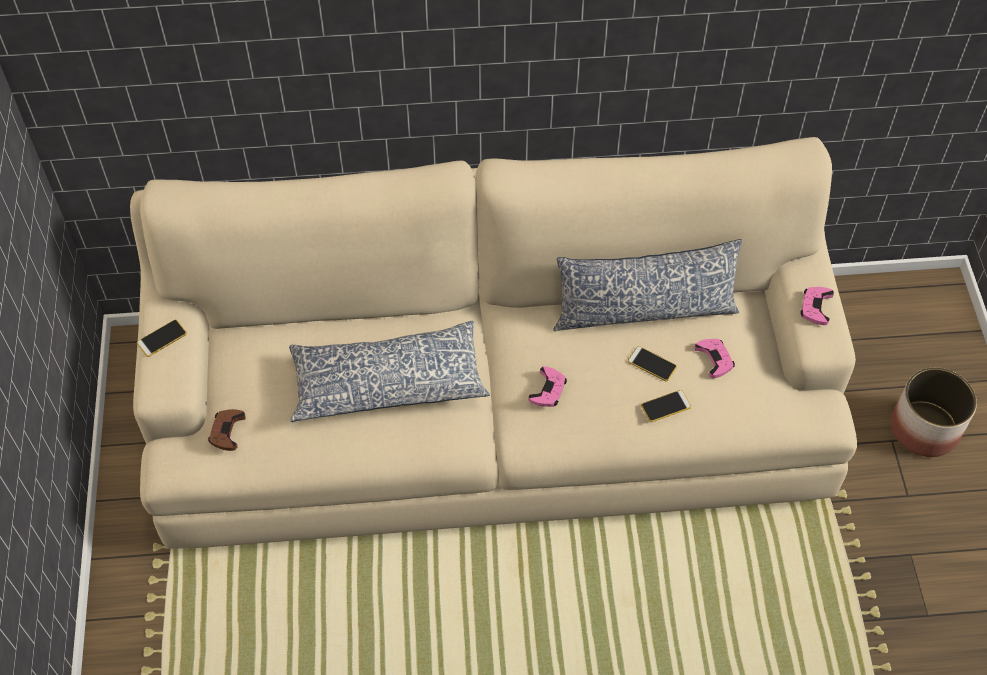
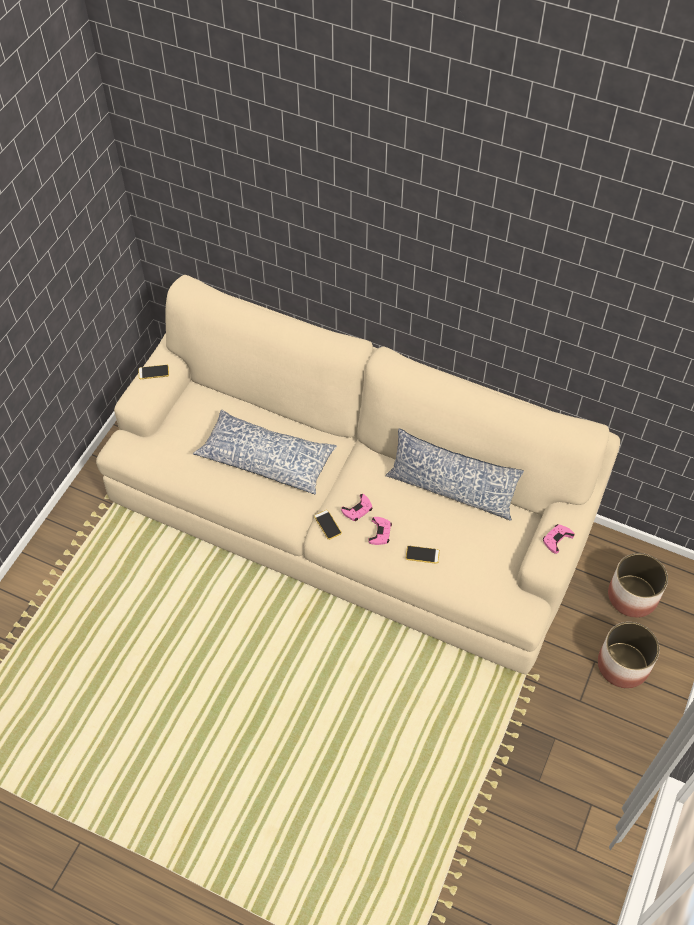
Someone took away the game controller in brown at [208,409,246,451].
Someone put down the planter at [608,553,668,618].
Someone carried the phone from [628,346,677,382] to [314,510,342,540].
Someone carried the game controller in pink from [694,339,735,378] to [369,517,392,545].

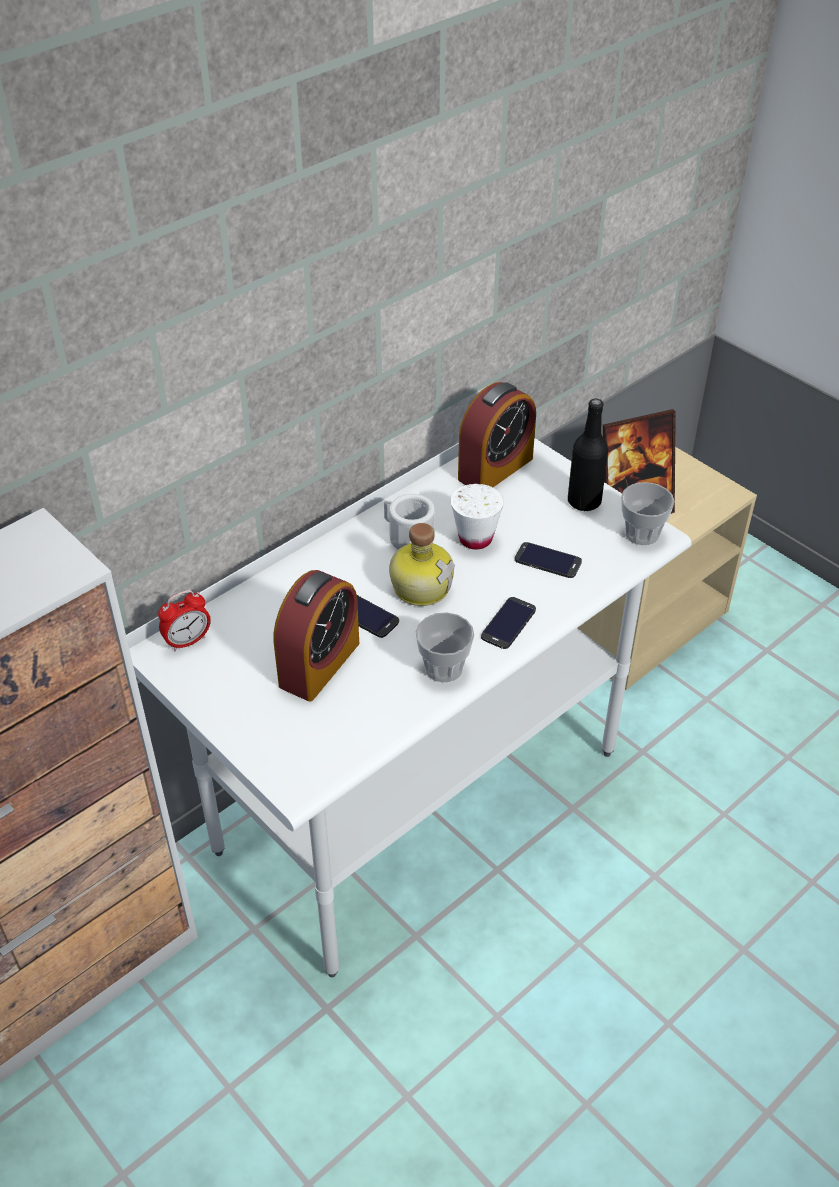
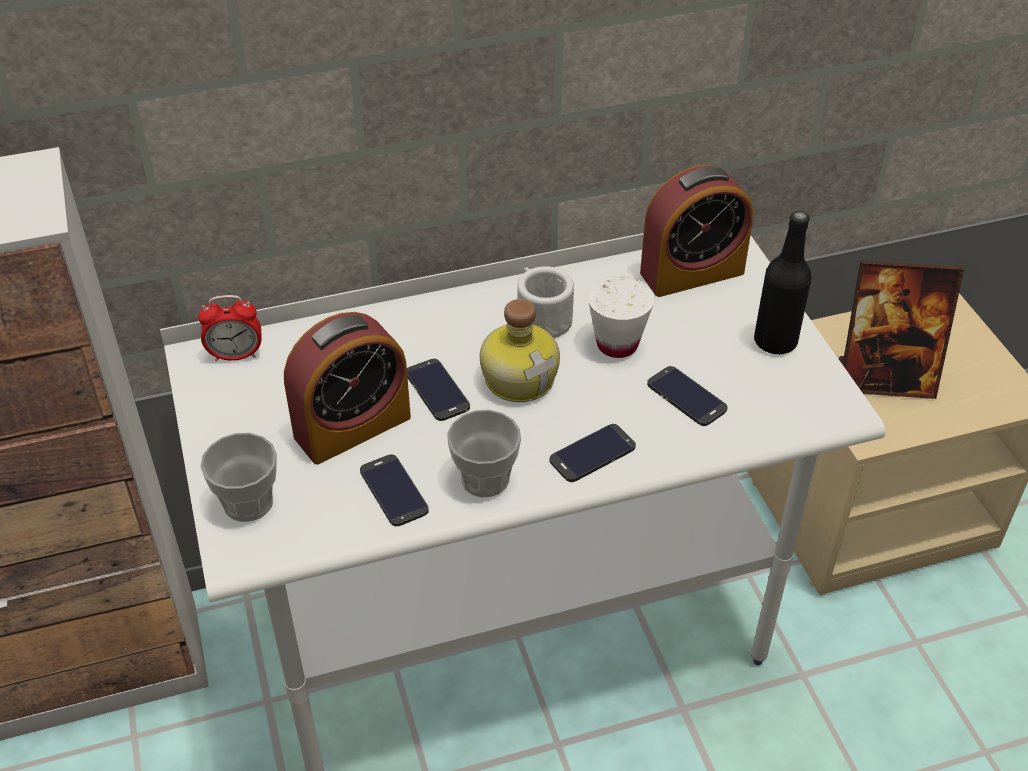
Someone put down the phone at [360,454,429,526].
Someone carried the cup from [621,482,675,545] to [200,433,277,522].

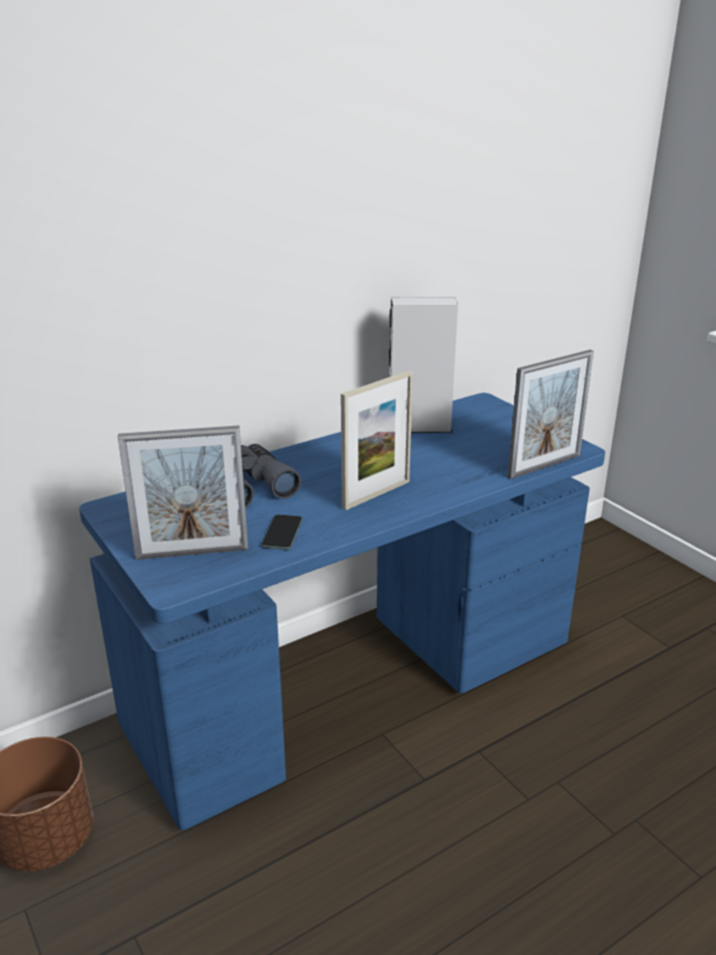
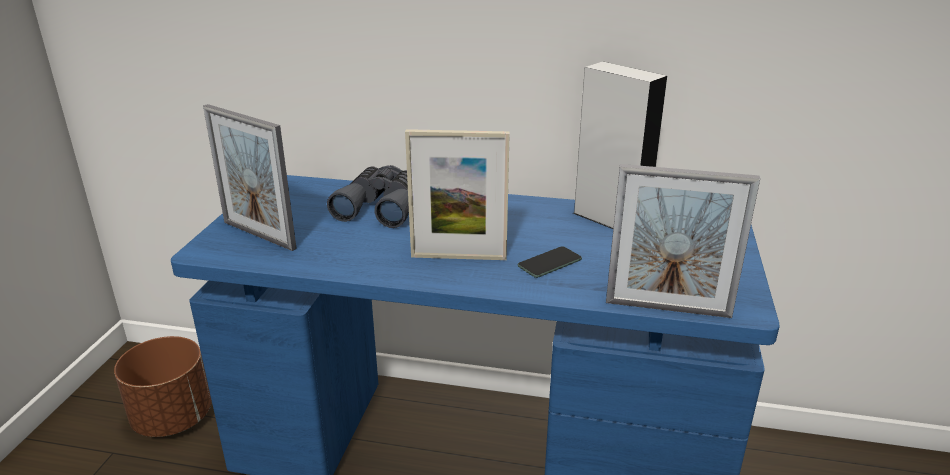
Someone carried the phone from [261,515,302,550] to [518,246,582,278].

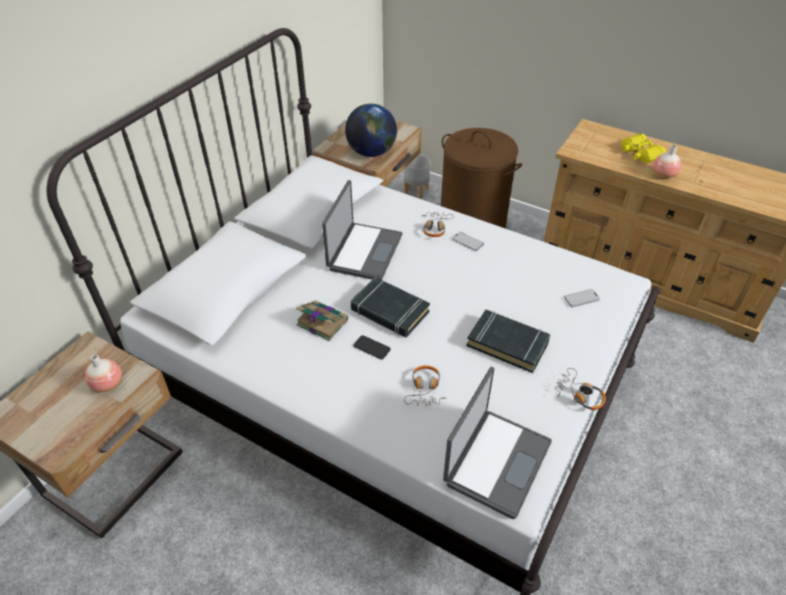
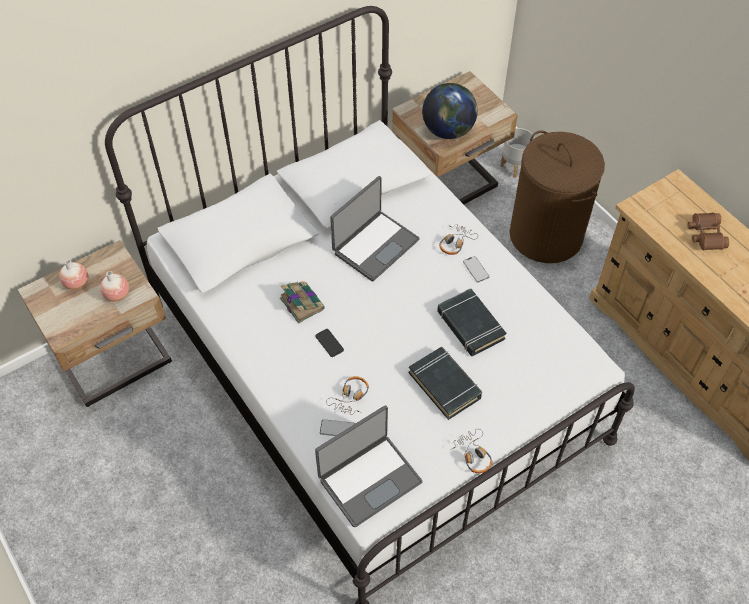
Someone carried the book in black from [350,277,430,338] to [437,288,506,356].
Someone carried the phone from [564,289,600,307] to [320,419,355,436].
Someone carried the vase from [653,145,681,179] to [59,259,88,290].
Someone repainted the binoculars in yellow at [621,134,666,163], which became the binoculars in brown at [687,213,729,250].

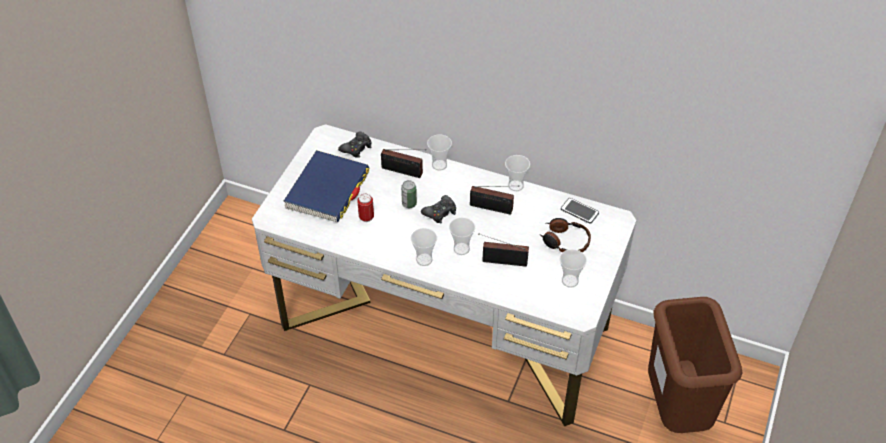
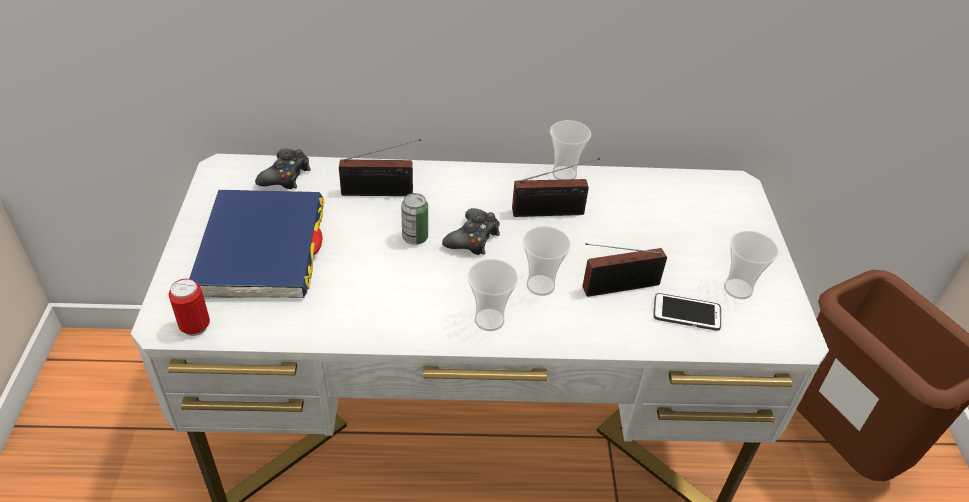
Someone took away the cup at [427,134,452,171].
Someone took away the headphones at [539,218,591,252].
Someone carried the can from [357,194,374,222] to [168,279,210,336].
Someone carried the phone from [561,198,599,224] to [654,293,721,331].

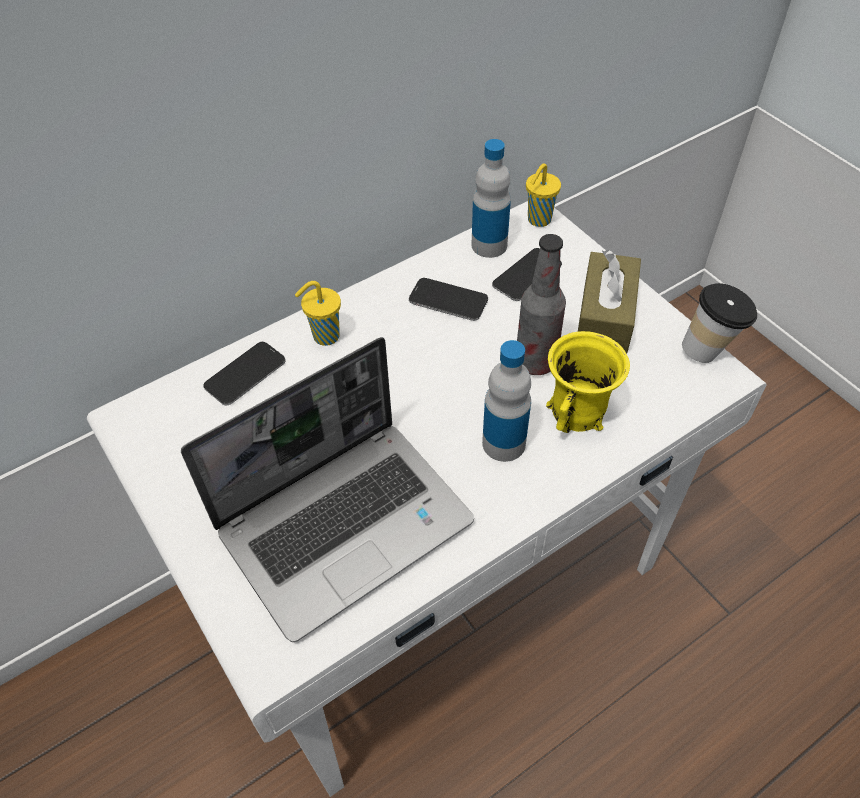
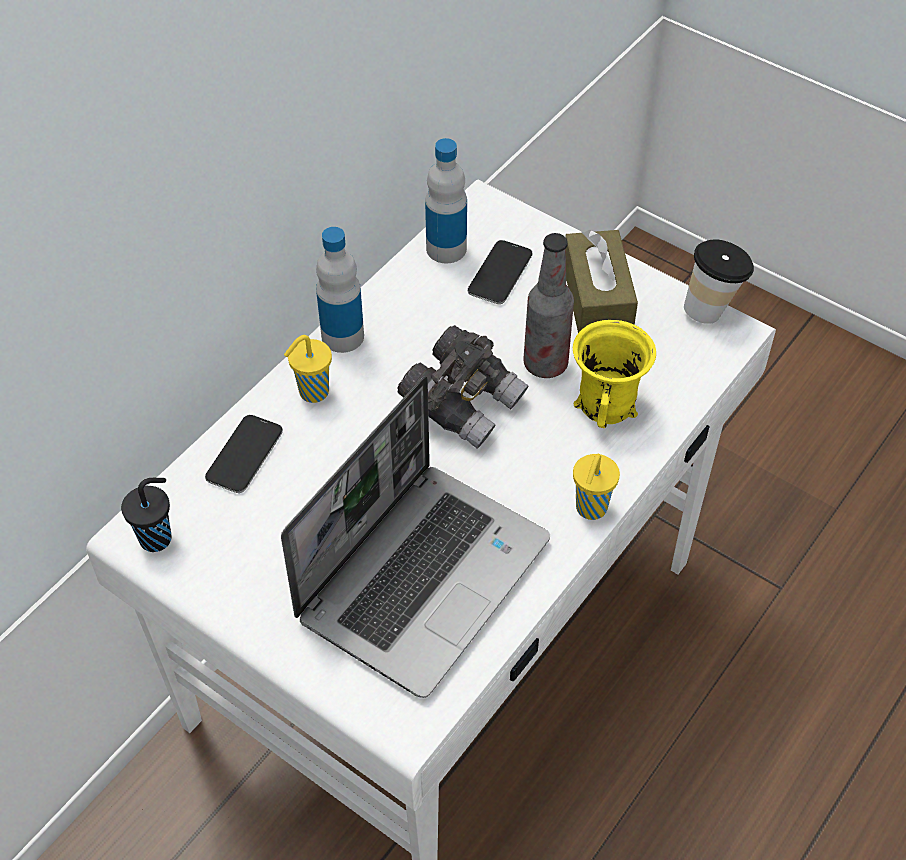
Someone took away the phone at [409,278,488,321].
Someone put down the cup in black at [121,478,172,552].
Someone put down the binoculars in grey at [397,325,529,449].
Someone carried the bottle from [482,340,531,462] to [316,227,364,353].
Someone carried the cup in yellow from [526,164,561,227] to [573,454,620,520].

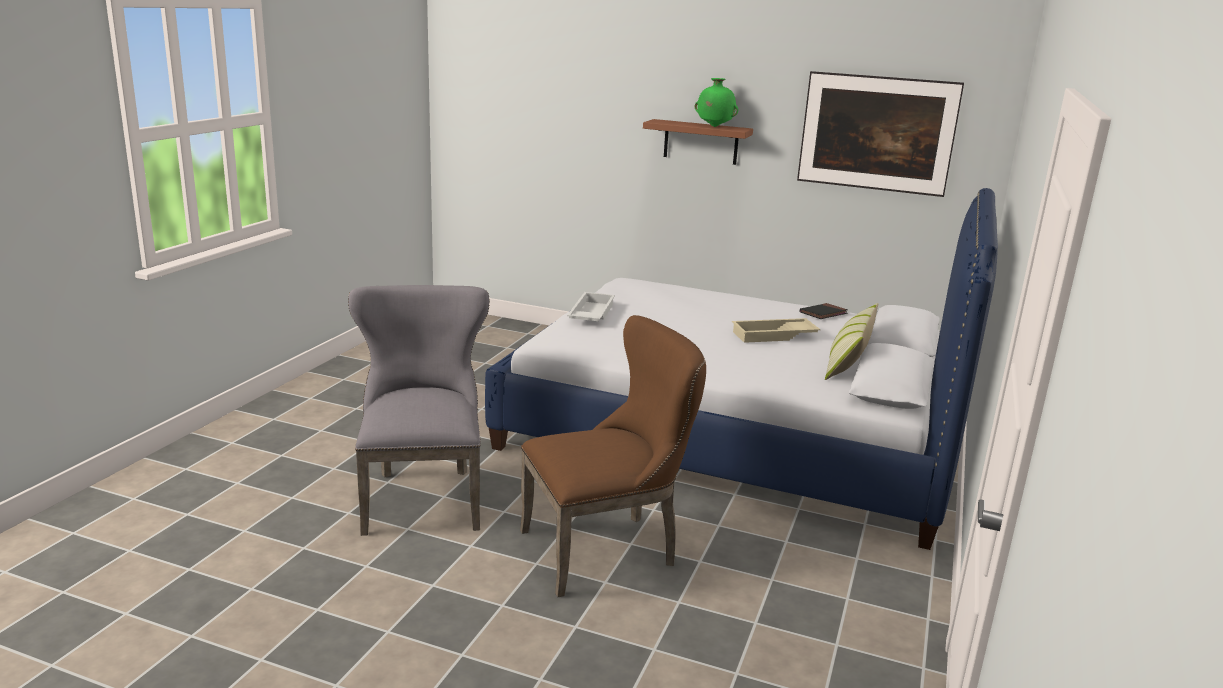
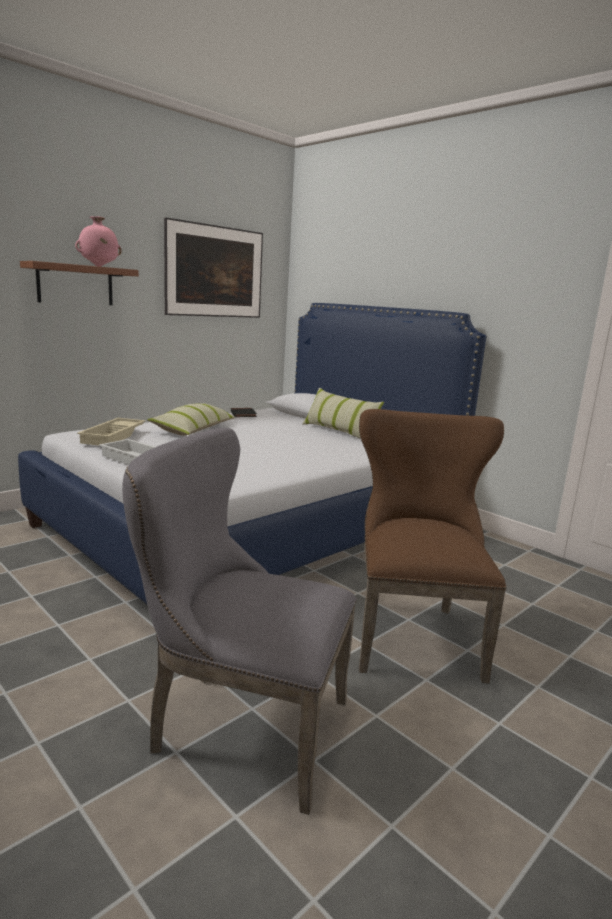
Someone put down the pillow at [147,403,235,436].
Someone carried the tray in beige from [732,318,820,343] to [77,418,146,446].
Someone repainted the vase in green at [695,78,738,127], which became the vase in pink at [75,216,122,267].

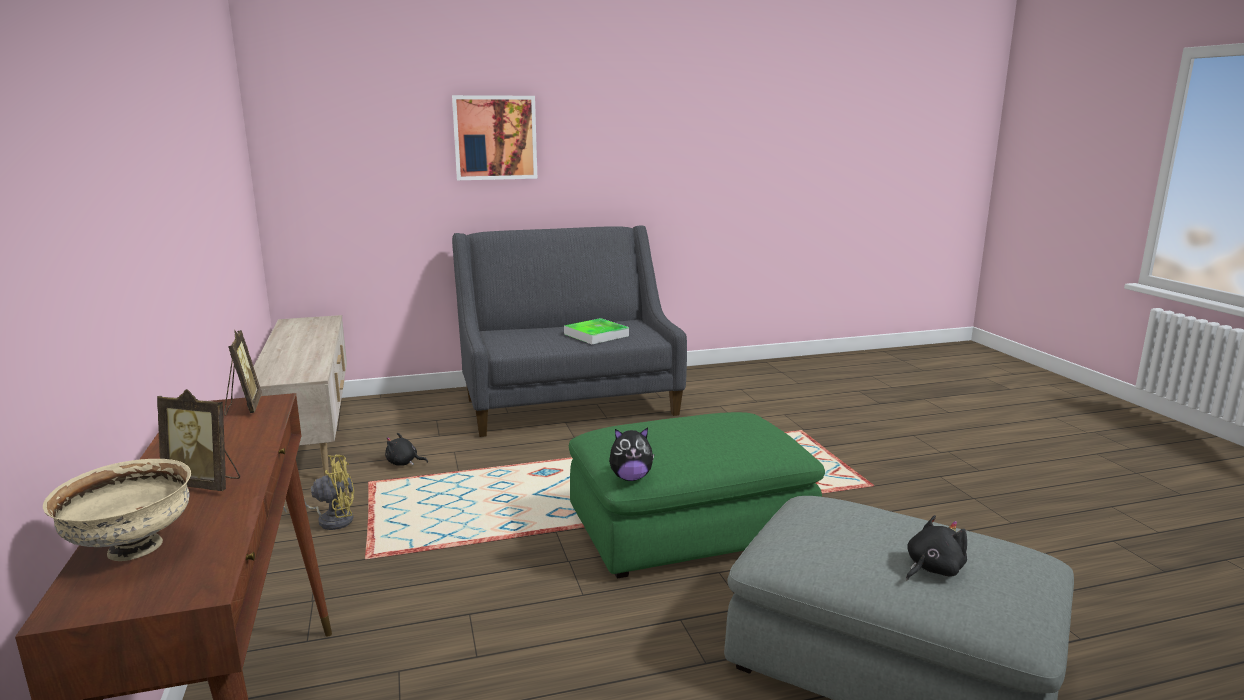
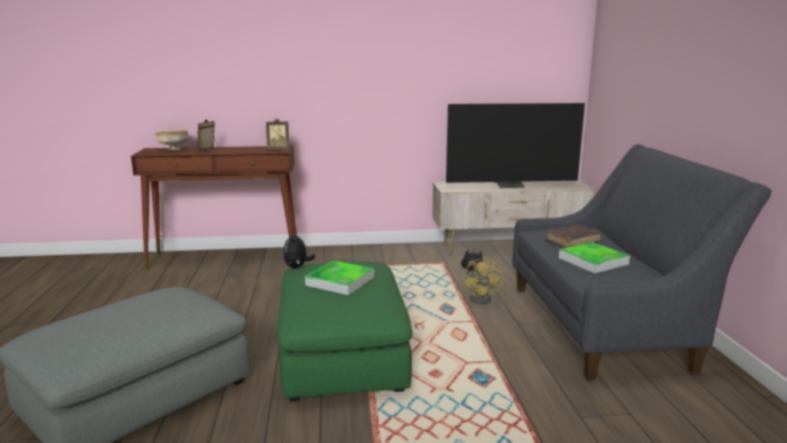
Someone took away the picture at [452,95,537,180].
Someone took away the plush toy in black at [906,515,967,580].
Someone put down the tray at [305,260,374,295].
Someone put down the television at [446,103,585,188].
Someone put down the book in brown at [546,225,601,248].
Someone carried the fan in yellow from [283,455,354,530] to [463,256,503,304].

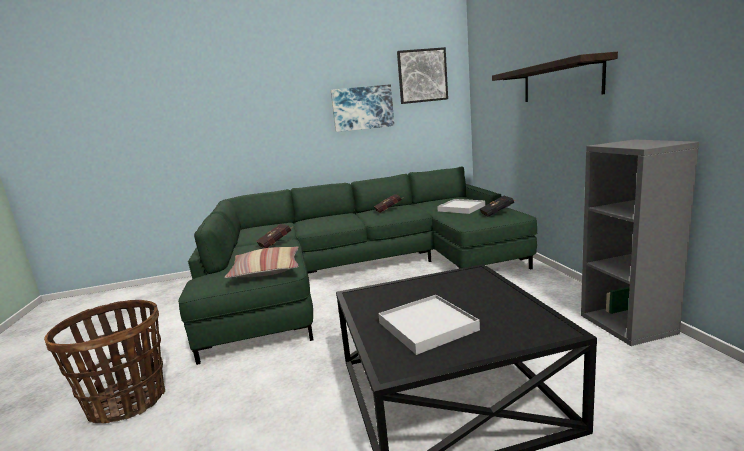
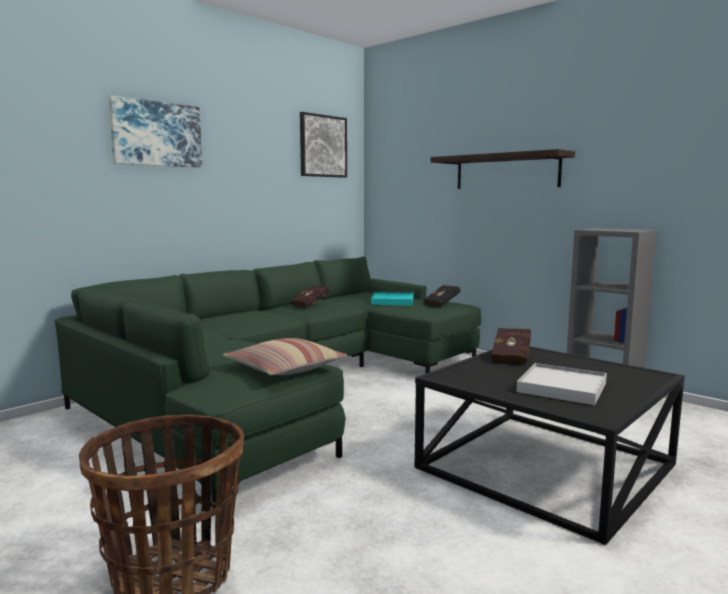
Someone carried the book in red from [256,224,293,248] to [491,328,531,363].
Someone carried the picture from [331,84,394,132] to [109,96,202,167].
Someone repainted the tray in white at [437,199,485,214], which became the tray in turquoise at [371,292,413,306].

